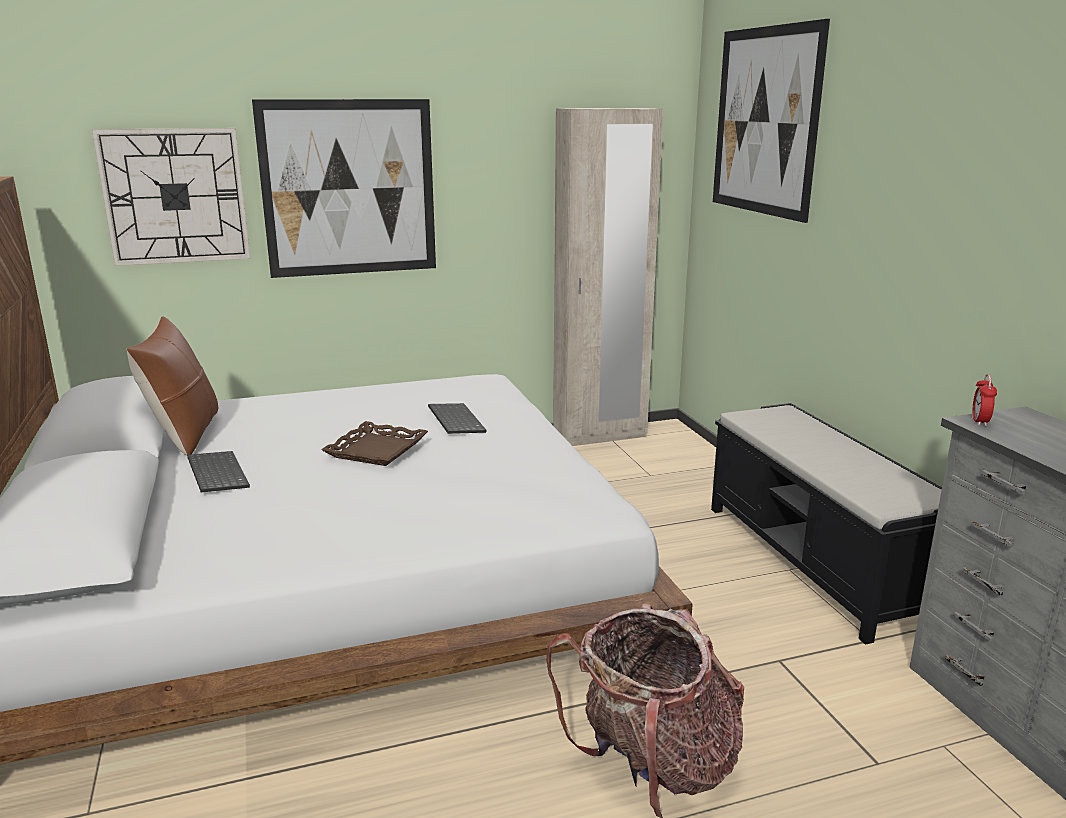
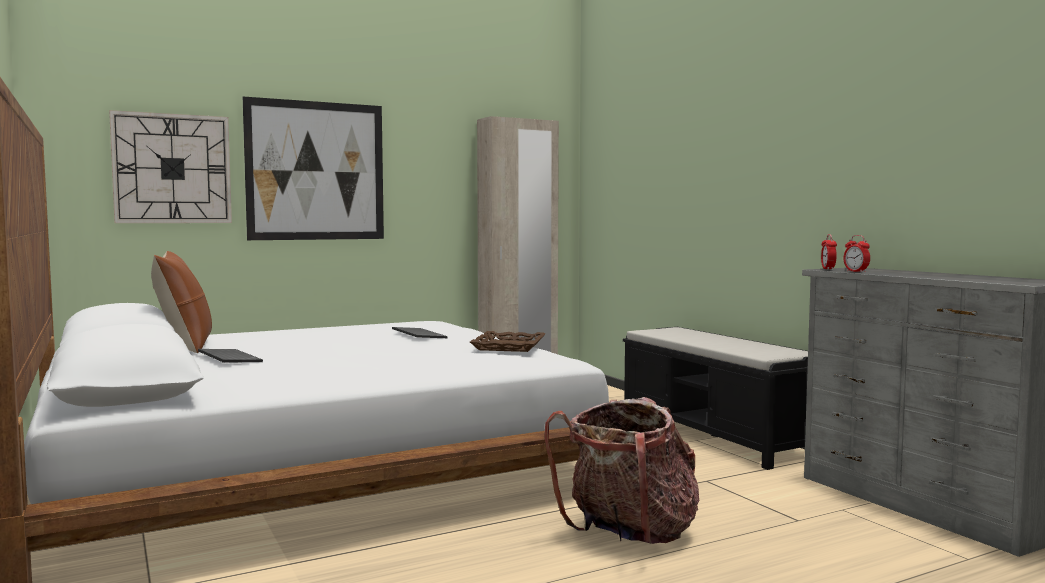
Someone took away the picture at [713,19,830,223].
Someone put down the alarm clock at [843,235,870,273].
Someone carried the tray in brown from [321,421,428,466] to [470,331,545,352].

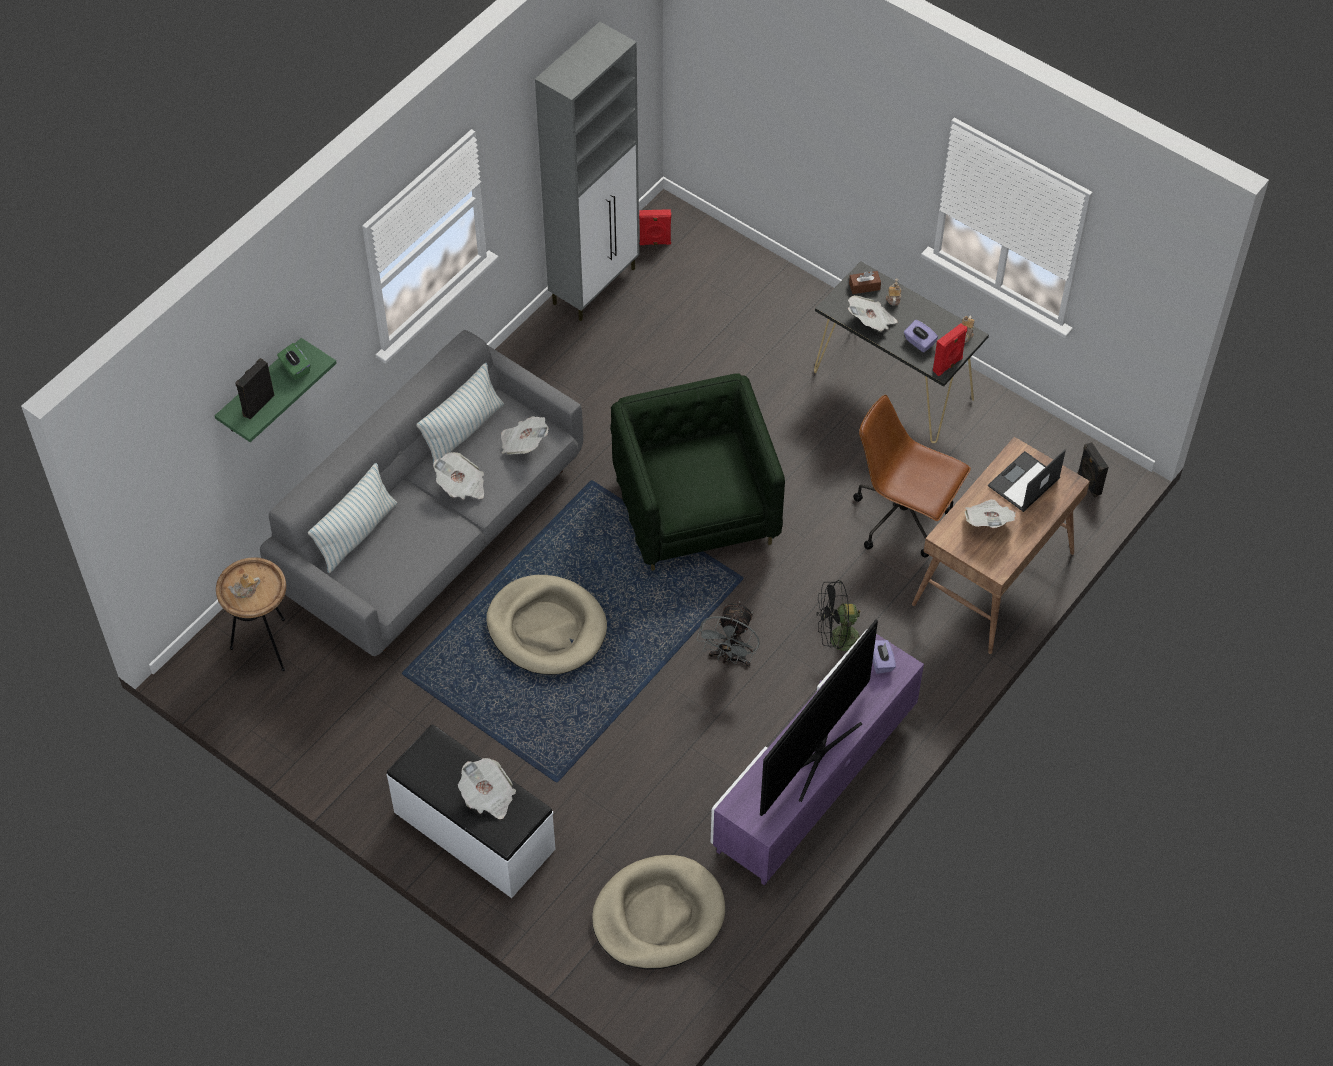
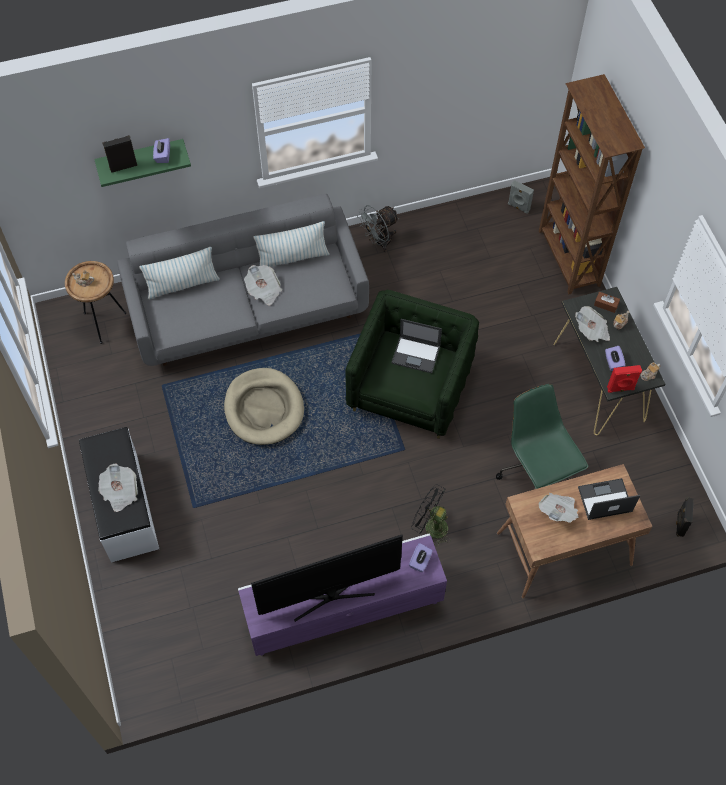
Someone took away the newspaper at [501,416,548,455].
Someone took away the cabinet in grey at [535,22,639,321].
Someone took away the dog bed in beige at [592,855,725,970].
Someone put down the laptop at [391,319,442,373].
Someone put down the bookcase in brown at [539,74,645,294].
Someone carried the fan in grey from [697,601,760,667] to [357,205,399,252].
Someone repainted the tissue box in green at [277,343,311,380], which became the tissue box in purple at [153,138,170,163].
Someone repainted the speaker in red at [639,209,671,245], which became the speaker in grey at [508,180,534,214].
Someone repainted the office chair in brown at [853,395,971,558], which became the office chair in green at [496,384,588,489].

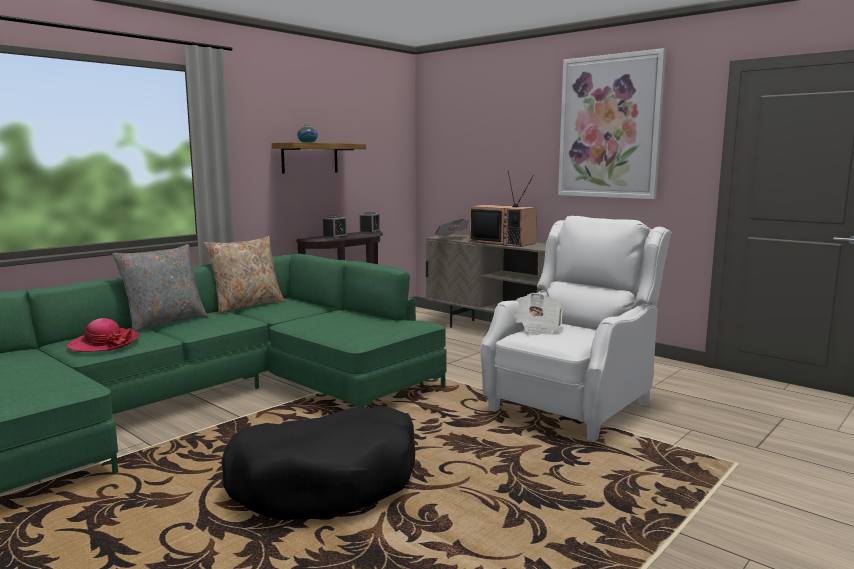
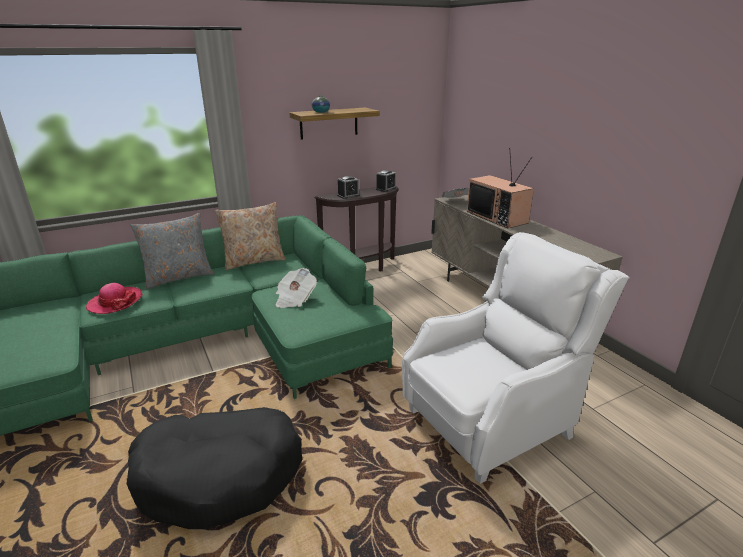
Someone took away the picture at [558,48,666,199].
Someone carried the newspaper from [514,293,563,335] to [276,268,317,308].

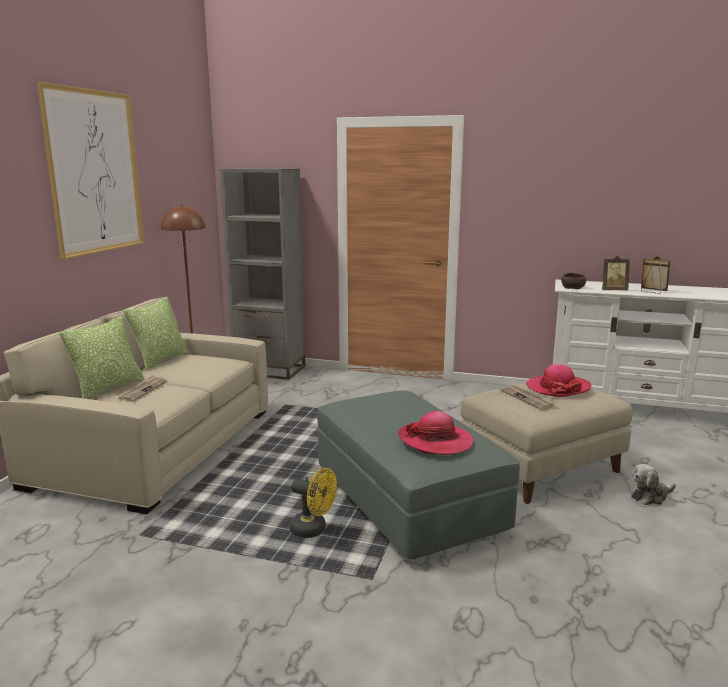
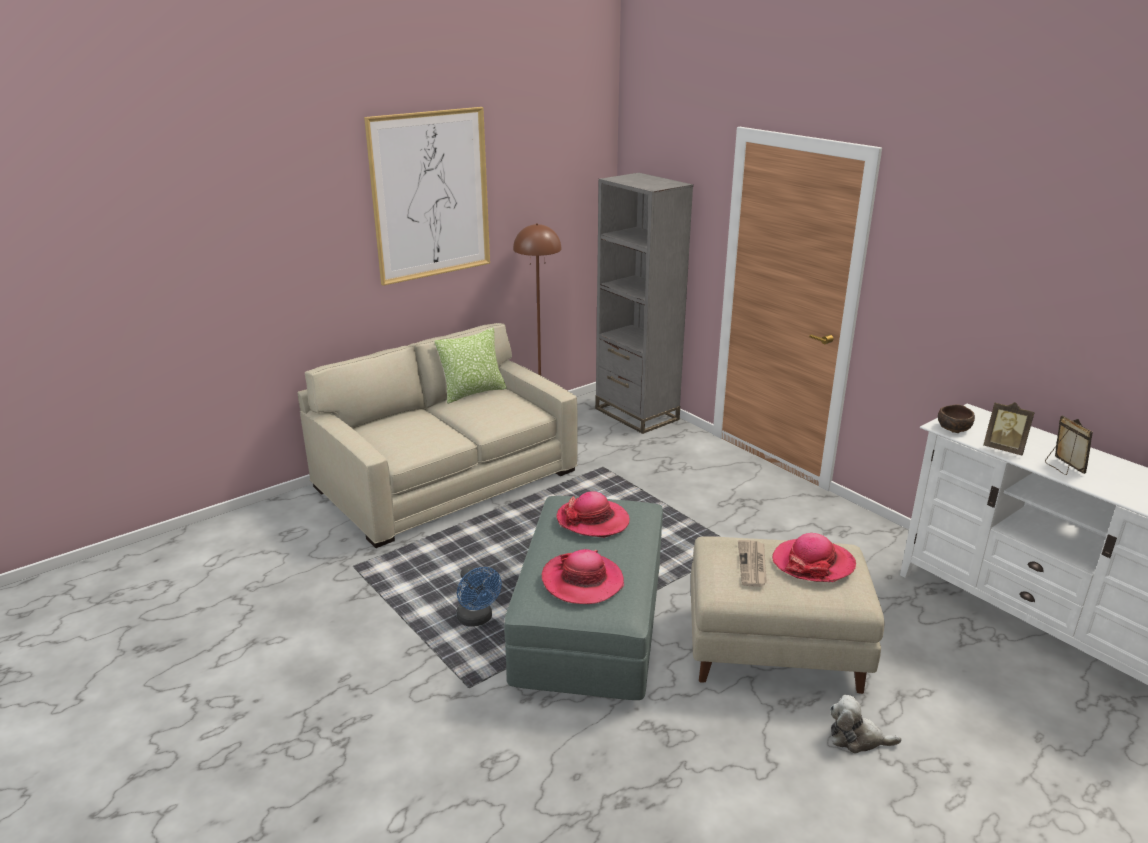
Someone took away the pillow at [59,316,145,399].
Someone took away the newspaper at [117,375,167,402].
Someone put down the hat at [556,491,630,538].
Someone repainted the fan in yellow at [290,468,337,538], which became the fan in blue at [456,567,502,627].

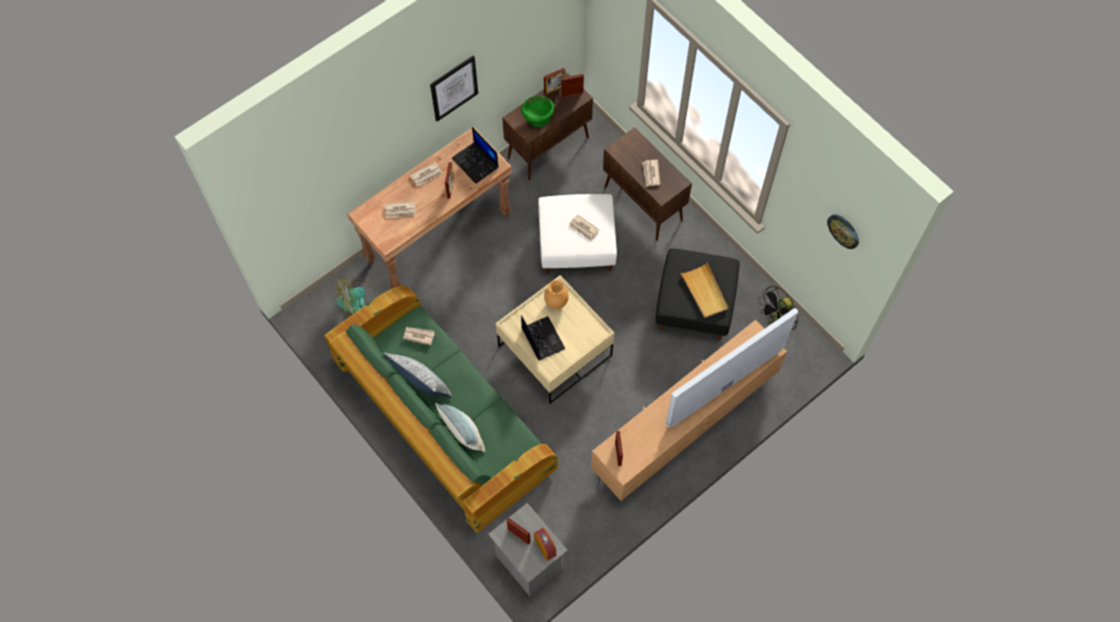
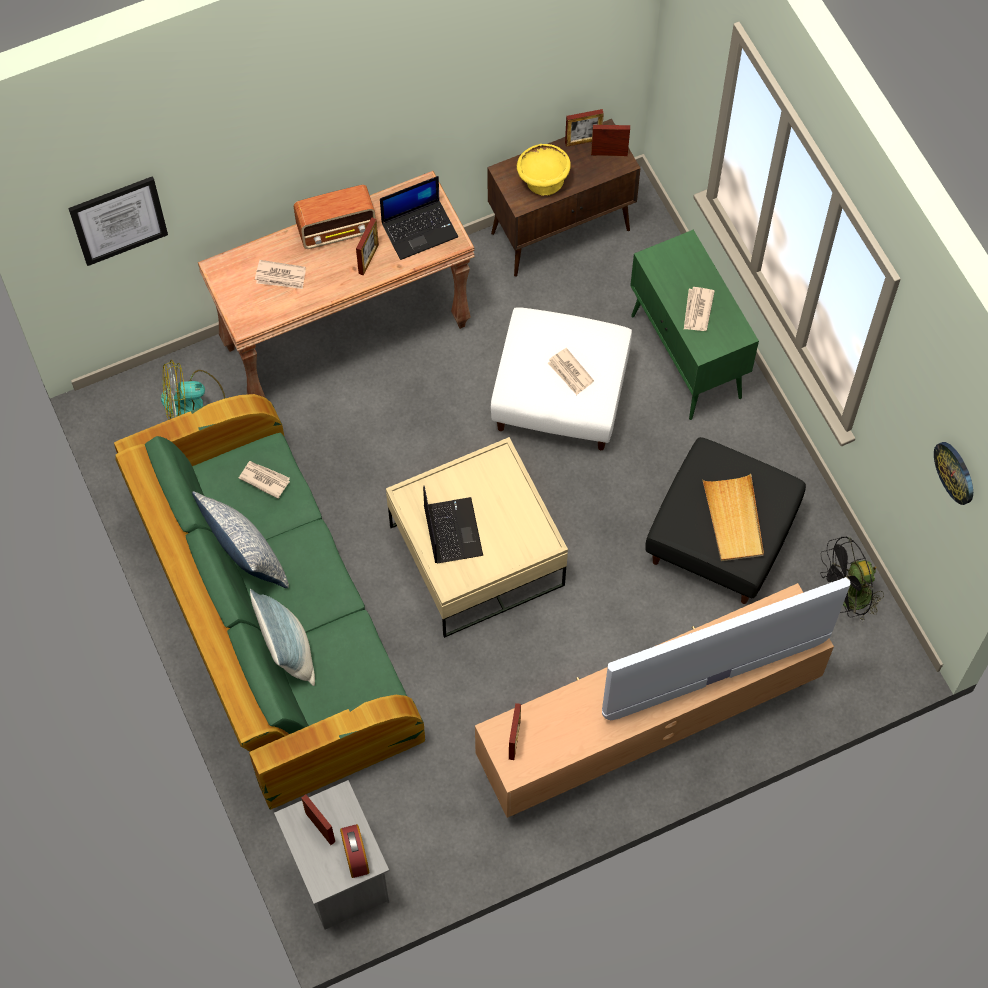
Someone took away the vase in brown at [544,280,569,309].
Someone carried the picture from [430,56,478,122] to [68,176,168,266].
Someone swapped the newspaper at [410,162,443,186] for the radio at [294,185,376,249].
Someone repainted the bowl in green at [521,96,554,127], which became the bowl in yellow at [517,144,571,196].
Someone repainted the cabinet in brown at [603,127,692,240], which became the cabinet in green at [630,230,759,420].
Someone rotated the laptop at [452,127,499,184] by 90 degrees counterclockwise.

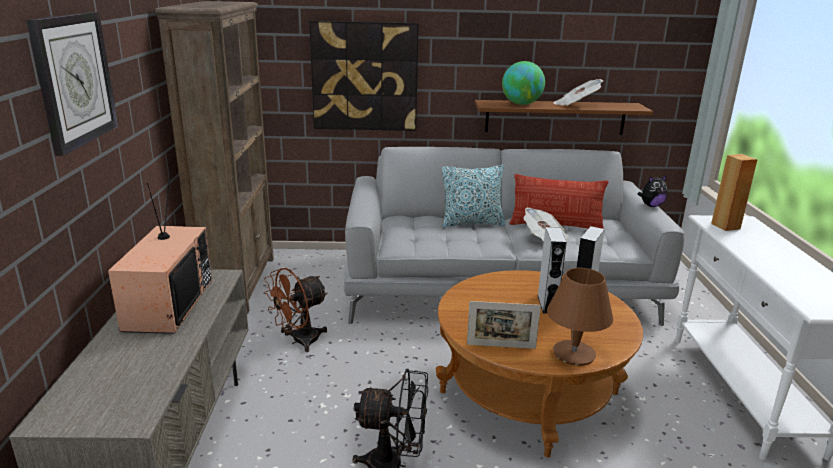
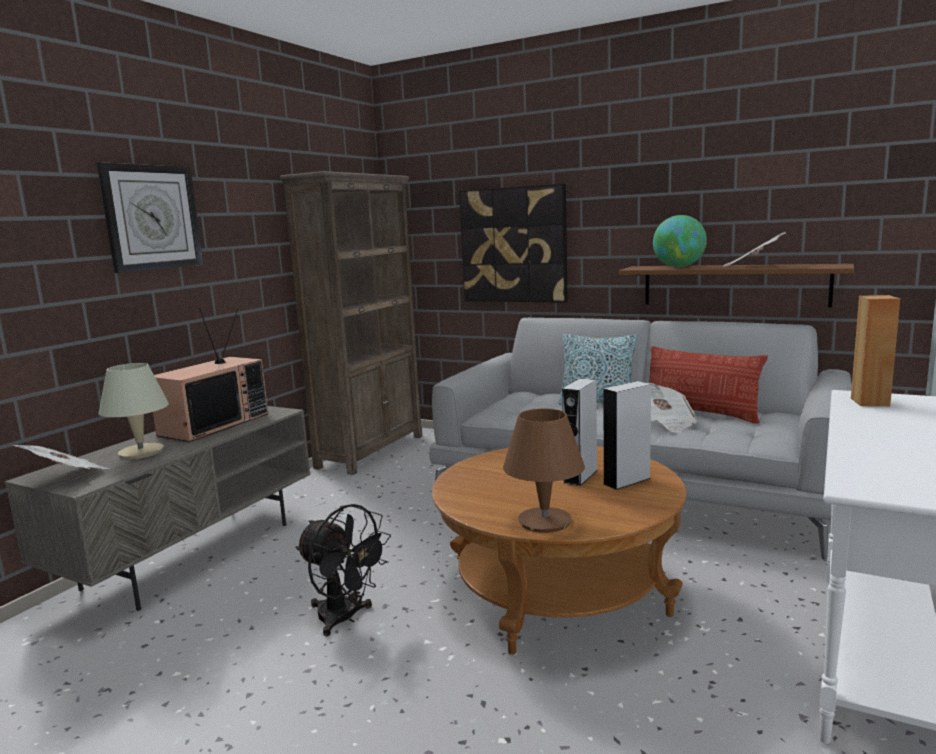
Someone took away the fan in brown at [263,268,328,352].
Someone took away the picture frame at [467,301,541,349].
Someone took away the plush toy at [638,175,668,207].
Someone put down the newspaper at [12,445,109,469].
Someone put down the table lamp in beige at [99,363,169,459].

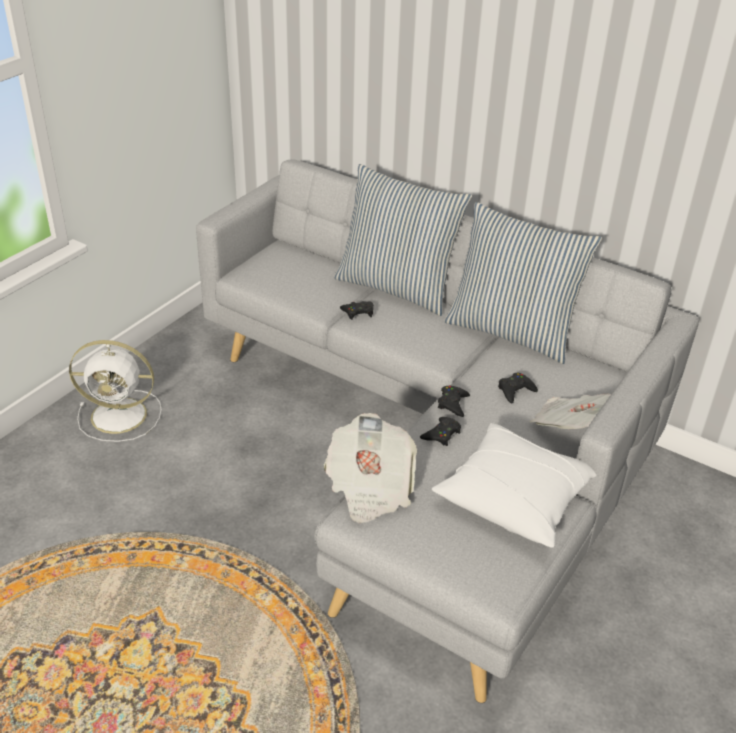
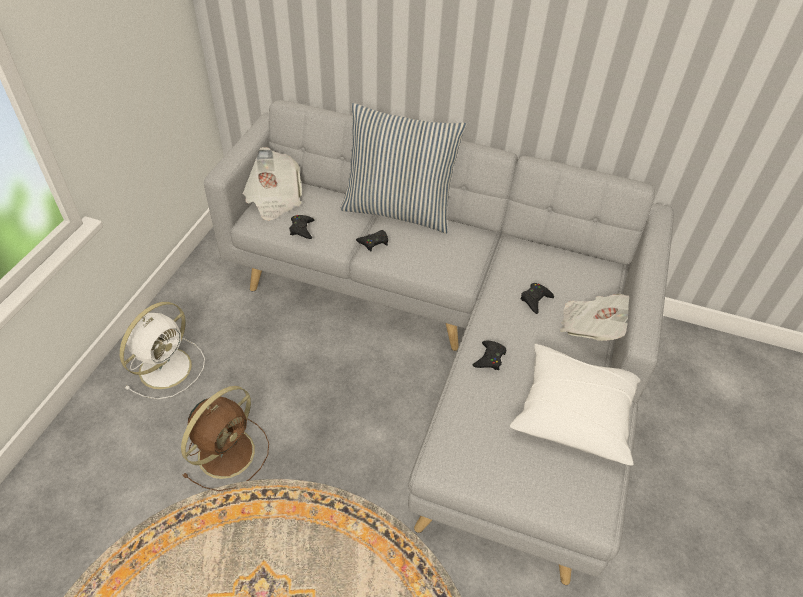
Someone took away the pillow at [444,202,602,364].
Someone put down the fan in brown at [181,386,269,491].
Someone carried the newspaper from [324,413,417,523] to [243,147,302,221].
Someone carried the game controller in black from [437,386,470,417] to [289,215,315,239].
Someone rotated the fan in white at [69,340,162,442] by 45 degrees counterclockwise.

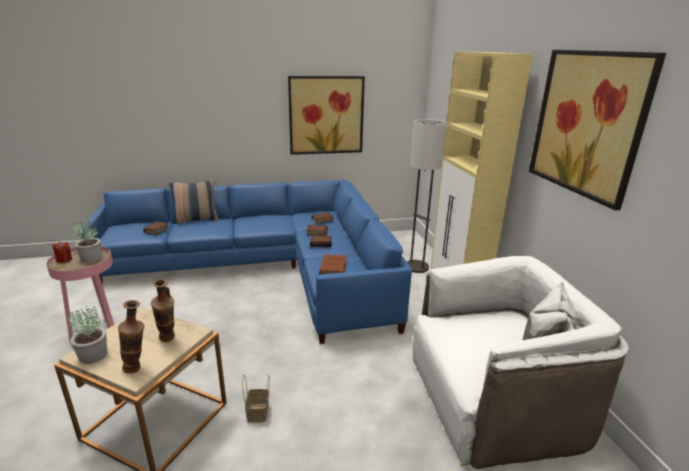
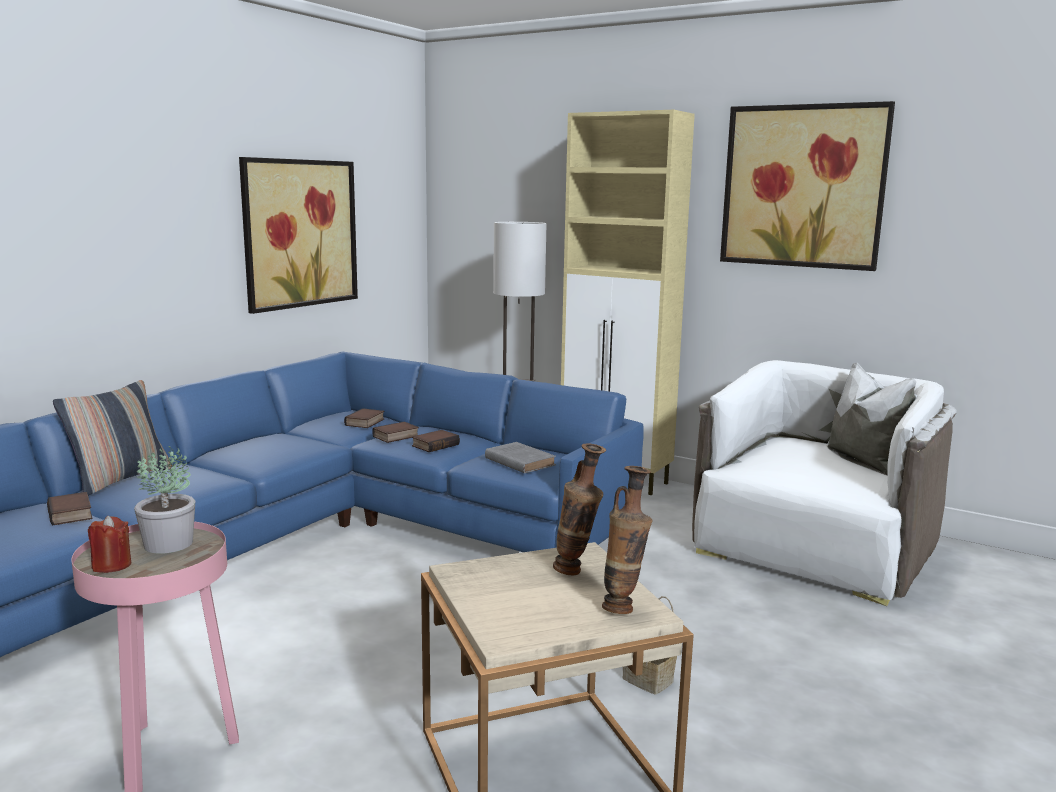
Someone took away the potted plant at [67,306,107,364].
Someone repainted the book in brown at [319,255,347,275], which became the book in grey at [485,442,556,473].

